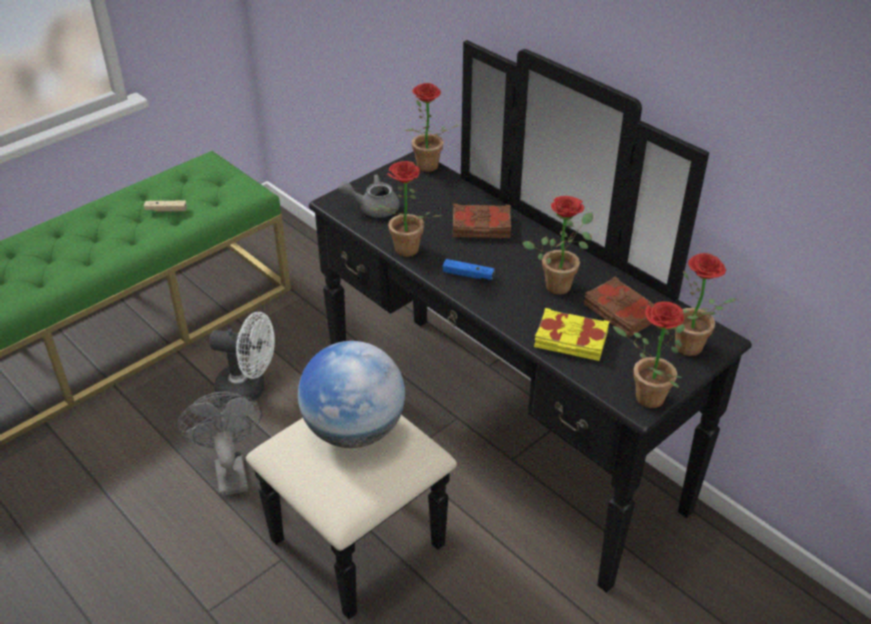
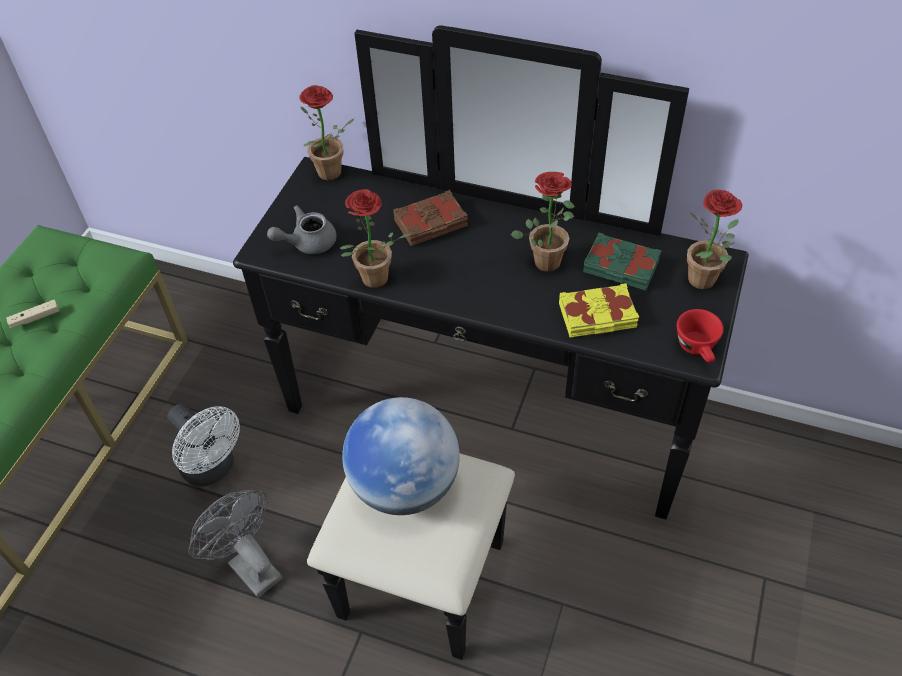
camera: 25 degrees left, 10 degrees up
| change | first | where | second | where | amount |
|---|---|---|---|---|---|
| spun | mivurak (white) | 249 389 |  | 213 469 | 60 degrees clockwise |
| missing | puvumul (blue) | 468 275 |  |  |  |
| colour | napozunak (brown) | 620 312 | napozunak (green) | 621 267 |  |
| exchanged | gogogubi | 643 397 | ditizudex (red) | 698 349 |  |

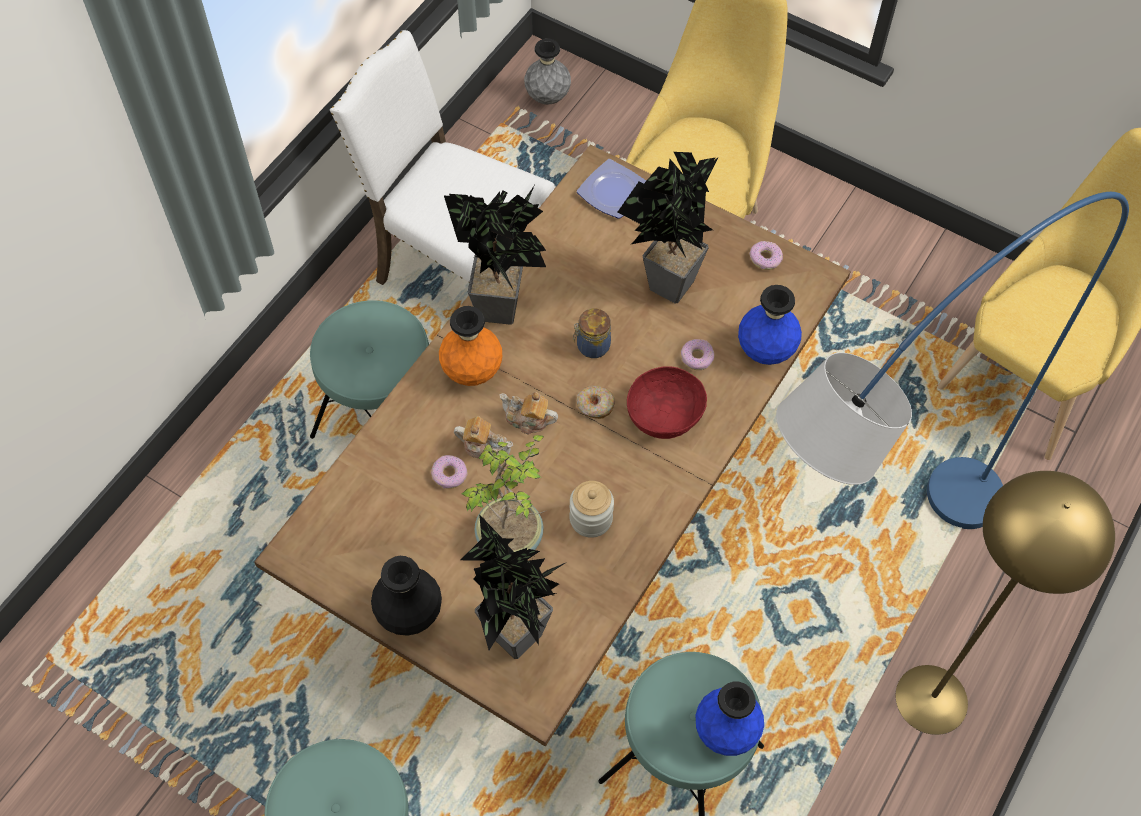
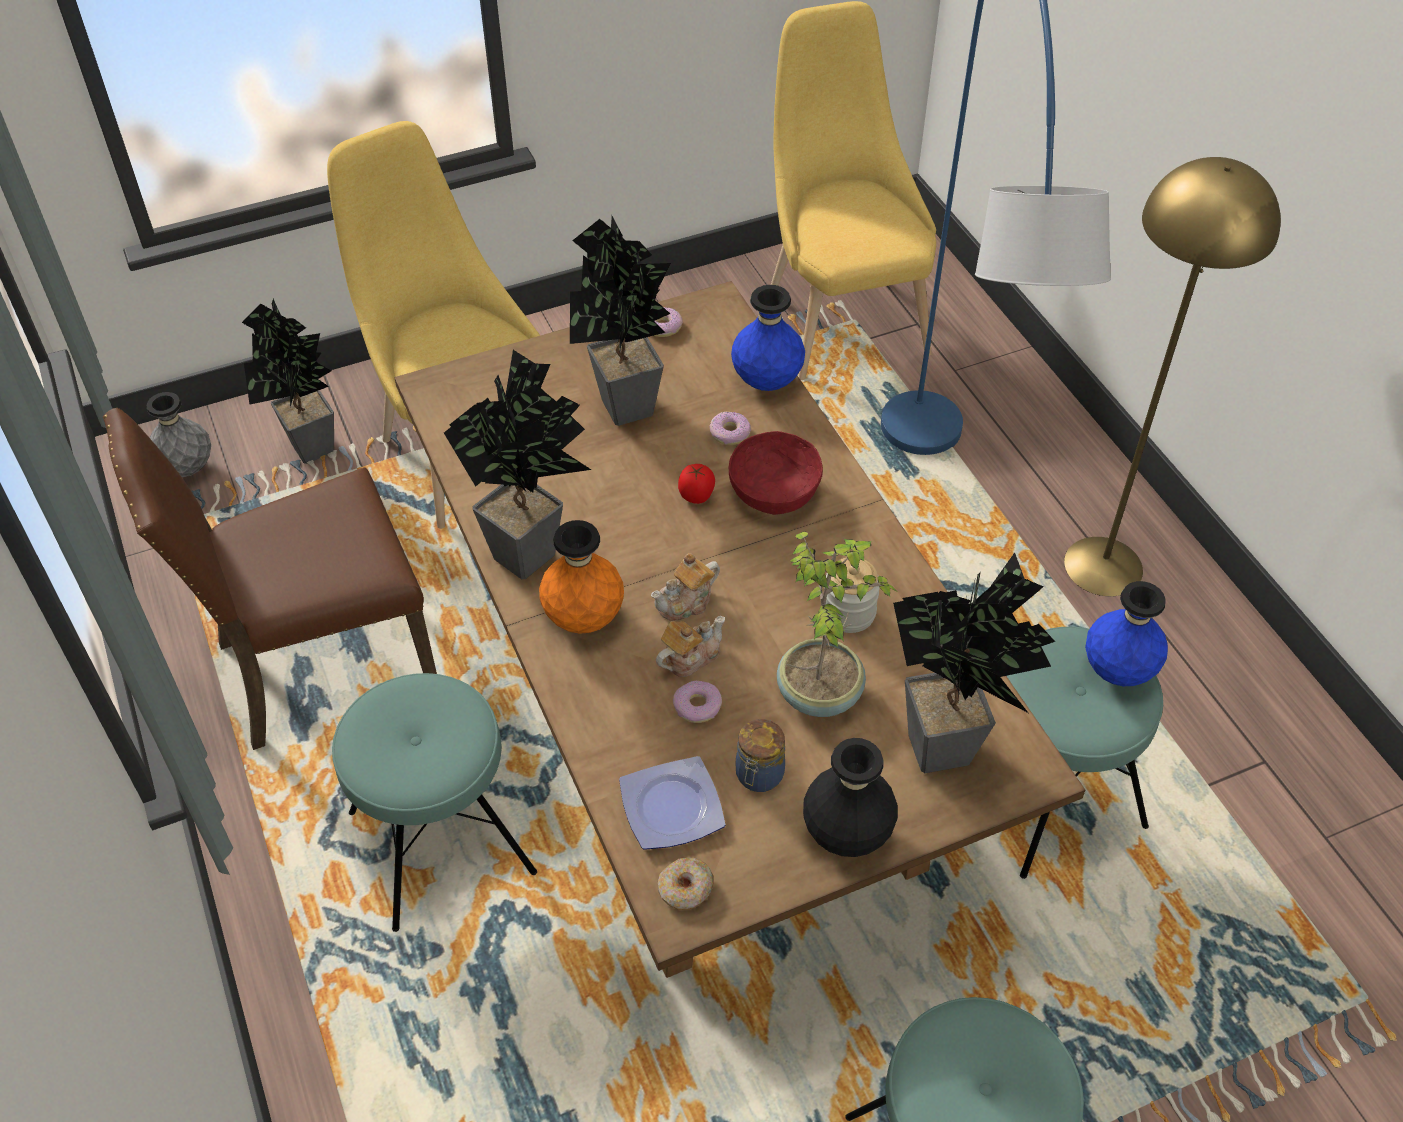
camera: 55 degrees left, 10 degrees down
| change | first | where | second | where | amount |
|---|---|---|---|---|---|
| colour | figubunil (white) | 459 273 | figubunil (brown) | 321 666 |  |
| relocated | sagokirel | 591 346 |  | 758 776 |  |
| relocated | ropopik | 595 406 |  | 685 889 |  |
| relocated | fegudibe | 612 192 |  | 670 809 |  |
| appeared |  |  | gogogubi | 312 453 |  |
| appeared |  |  | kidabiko | 697 496 |  |

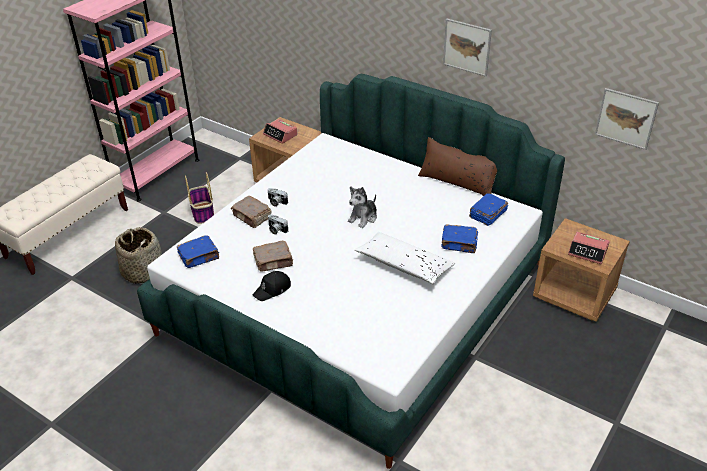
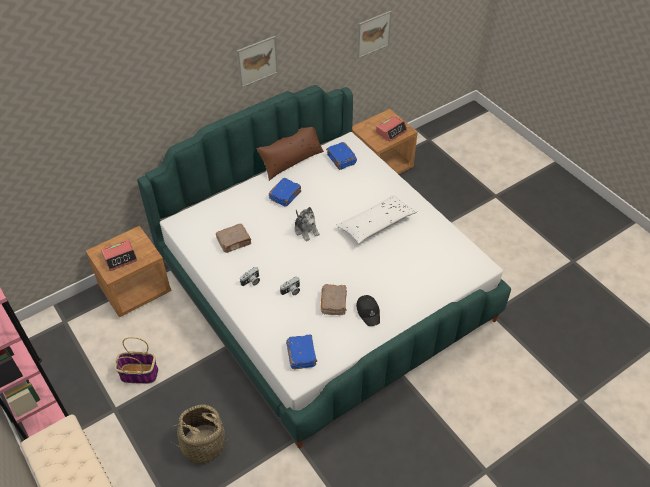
camera: 70 degrees left, 10 degrees up
| change | first | where | second | where | amount |
|---|---|---|---|---|---|
| relocated | napozunak (brown) | 252 217 |  | 234 242 |  |
| relocated | napozunak (blue) | 459 244 |  | 285 196 |  |

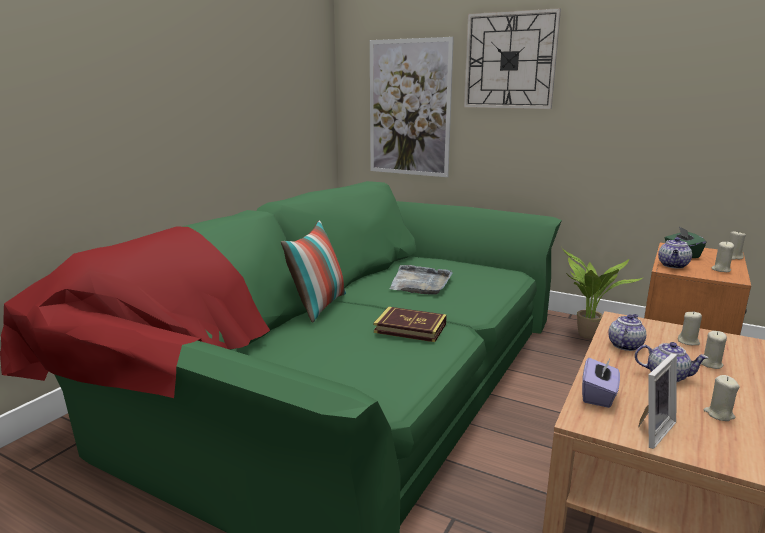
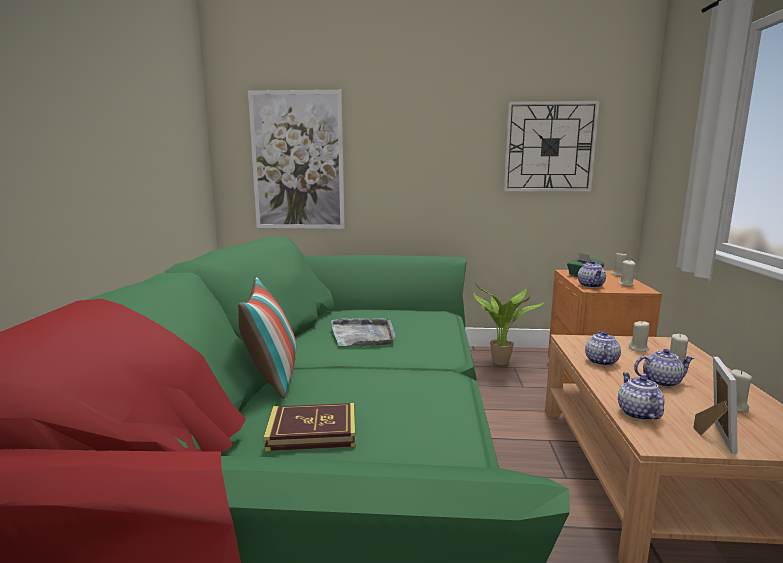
camera: 25 degrees left, 5 degrees down
| change | first | where | second | where | amount |
|---|---|---|---|---|---|
| relocated | napozunak | 410 328 |  | 312 432 |  |
| relocated | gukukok | 510 61 |  | 549 147 |  |
| exchanged | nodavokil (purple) | 598 395 | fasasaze | 637 413 |  |

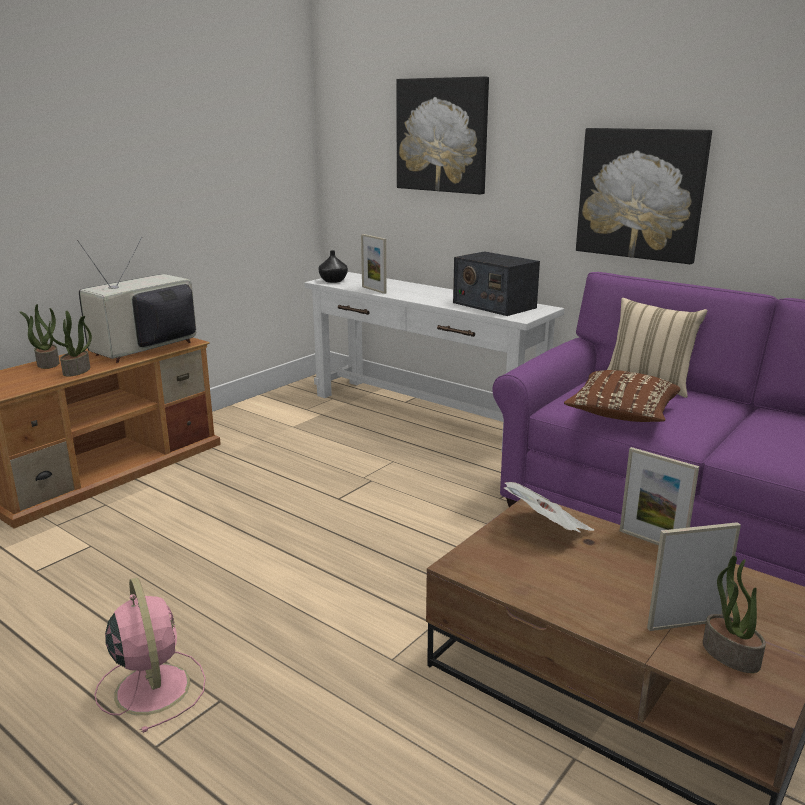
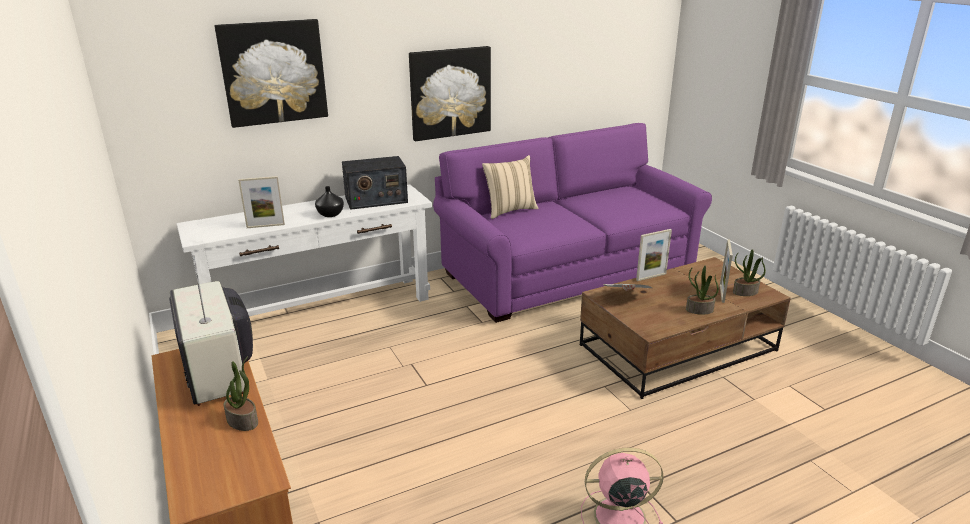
camera: 65 degrees left, 5 degrees up
| change | first | where | second | where | amount |
|---|---|---|---|---|---|
| relocated | gogogubi | 47 363 |  | 699 310 |  |
| relocated | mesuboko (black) | 333 281 |  | 331 214 |  |
| missing | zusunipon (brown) | 621 415 |  |  |  |

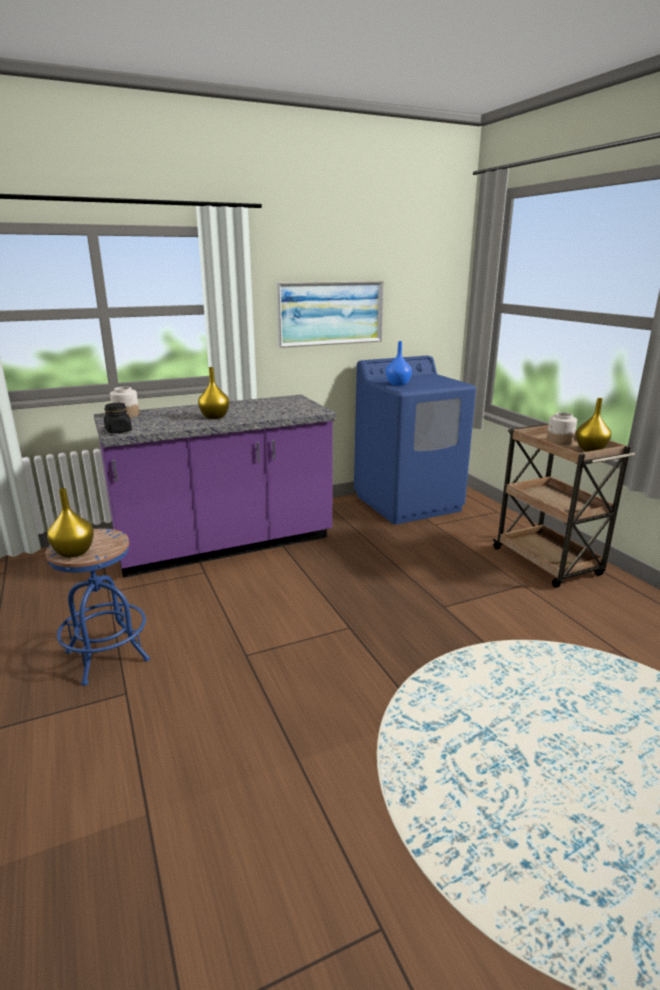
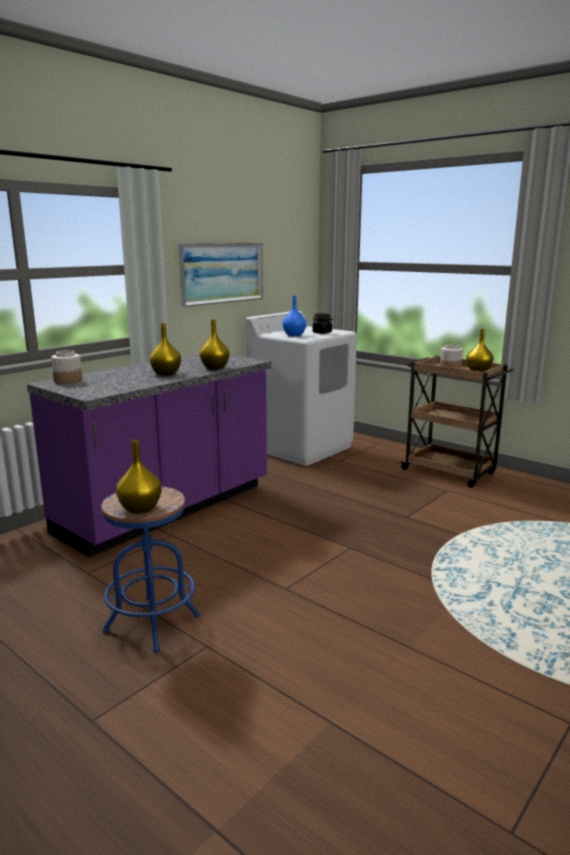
camera: 25 degrees left, 5 degrees down
| change | first | where | second | where | amount |
|---|---|---|---|---|---|
| relocated | sagokirel (black) | 118 431 |  | 322 333 |  |
| colour | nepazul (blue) | 408 503 | nepazul (white) | 300 447 |  |
| appeared |  |  | mesuboko (yellow) | 214 368 |  |

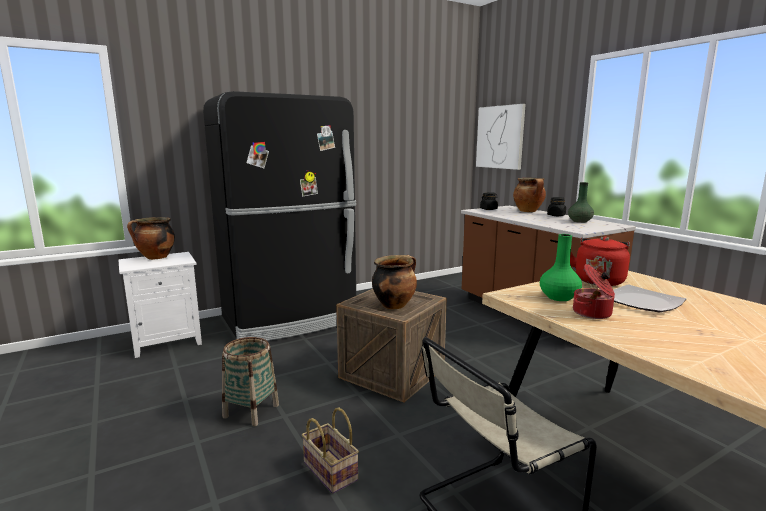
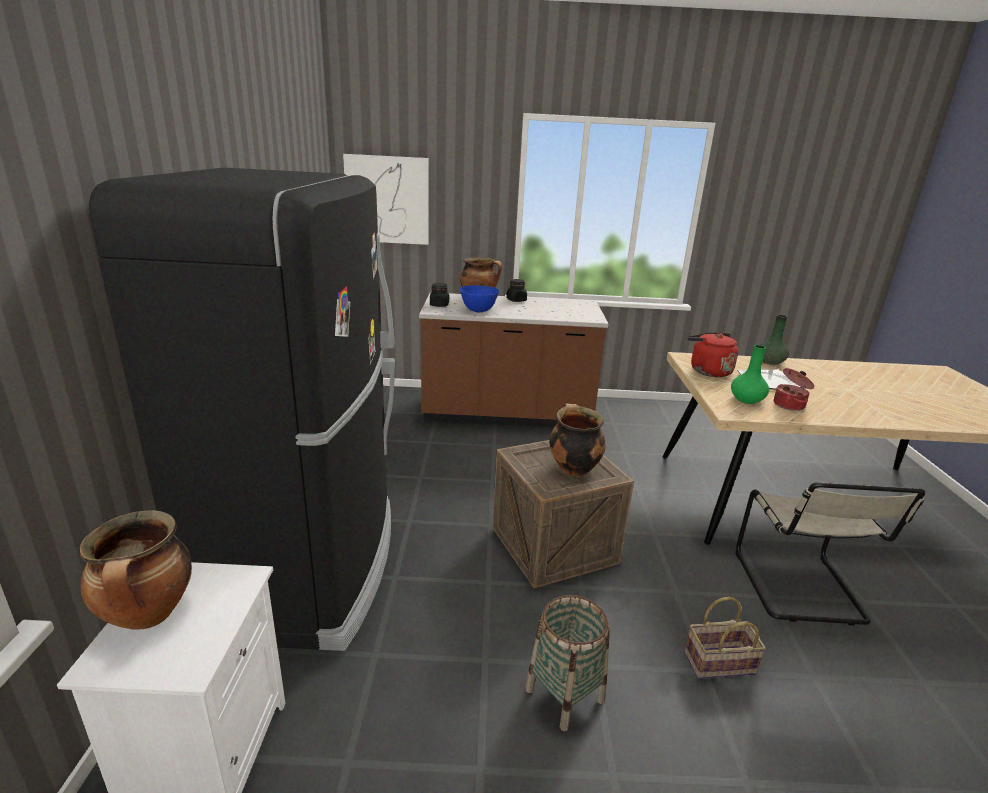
camera: 60 degrees left, 10 degrees up
| change | first | where | second | where | amount |
|---|---|---|---|---|---|
| relocated | mesuboko (green) | 580 221 |  | 770 362 |  |
| appeared |  |  | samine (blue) | 478 311 |  |

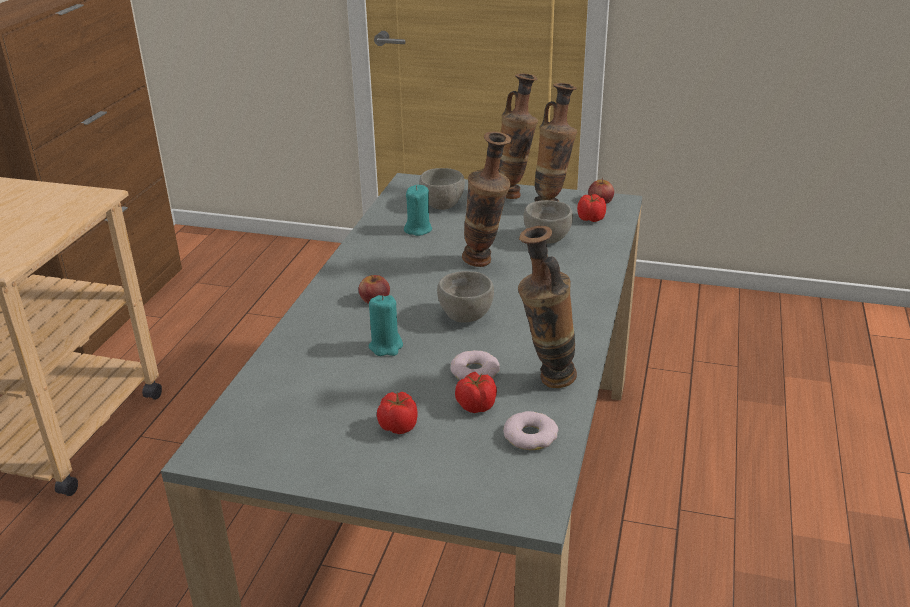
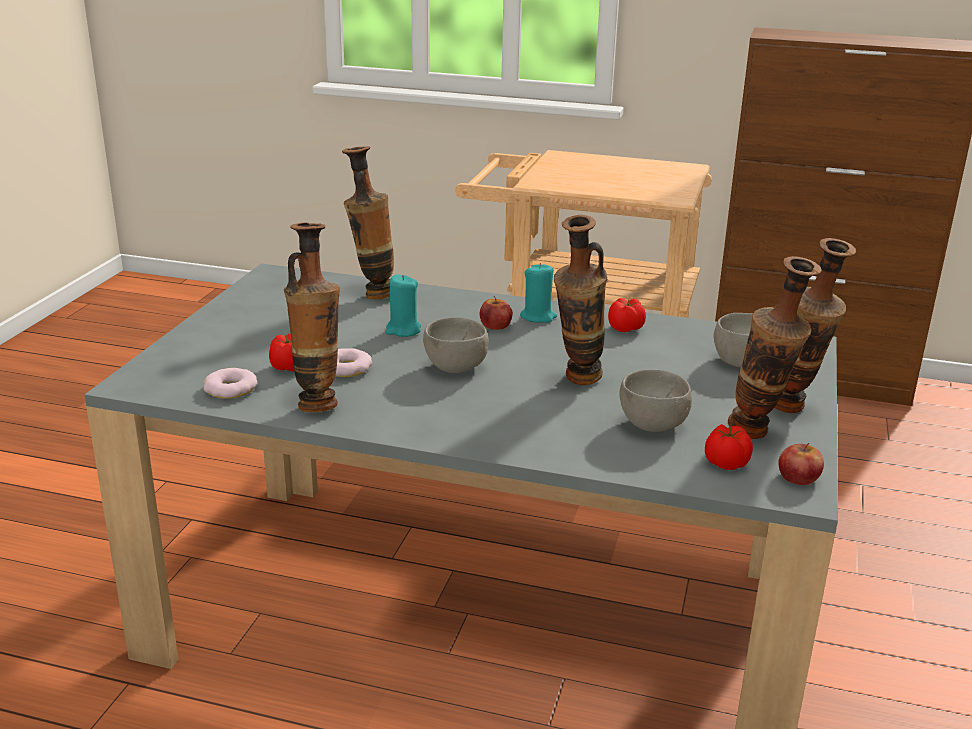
camera: 90 degrees right, 5 degrees down
| change | first | where | second | where | amount |
|---|---|---|---|---|---|
| relocated | kidabiko | 399 425 |  | 626 328 |  |
| relocated | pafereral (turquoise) | 418 229 |  | 538 317 |  |
| appeared |  |  | mesuboko | 372 293 |  |

